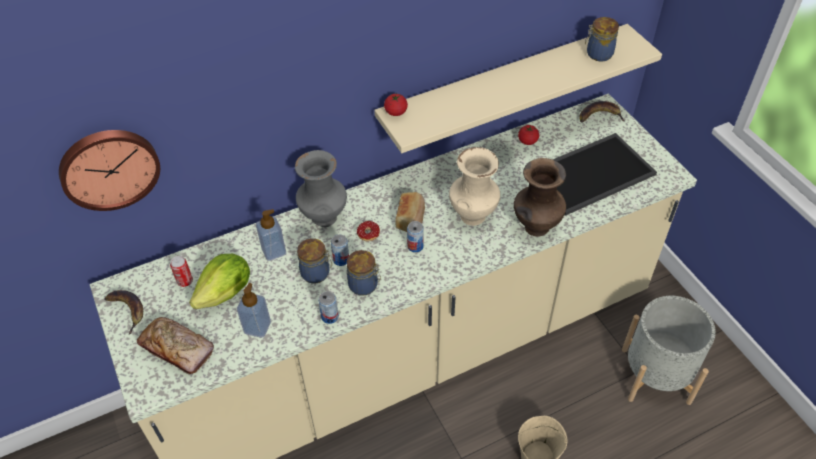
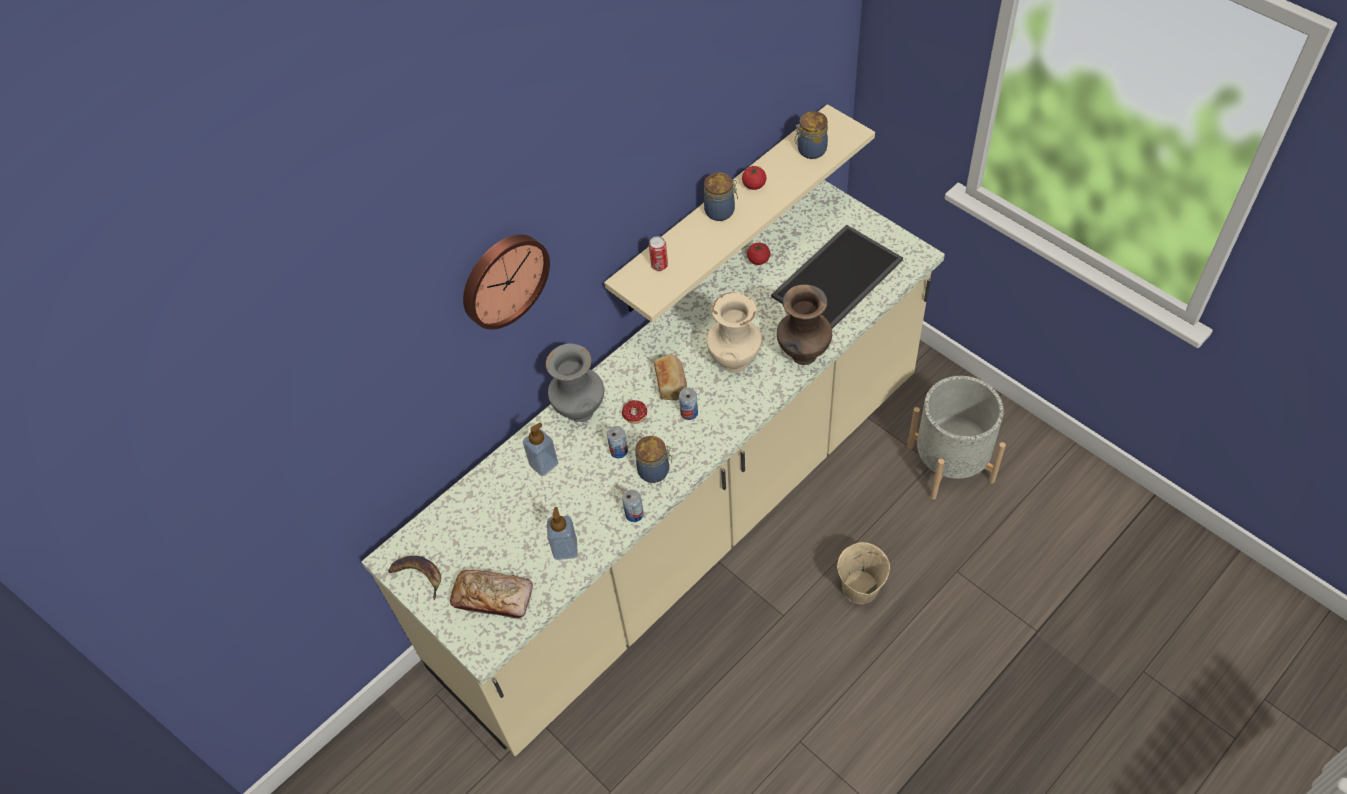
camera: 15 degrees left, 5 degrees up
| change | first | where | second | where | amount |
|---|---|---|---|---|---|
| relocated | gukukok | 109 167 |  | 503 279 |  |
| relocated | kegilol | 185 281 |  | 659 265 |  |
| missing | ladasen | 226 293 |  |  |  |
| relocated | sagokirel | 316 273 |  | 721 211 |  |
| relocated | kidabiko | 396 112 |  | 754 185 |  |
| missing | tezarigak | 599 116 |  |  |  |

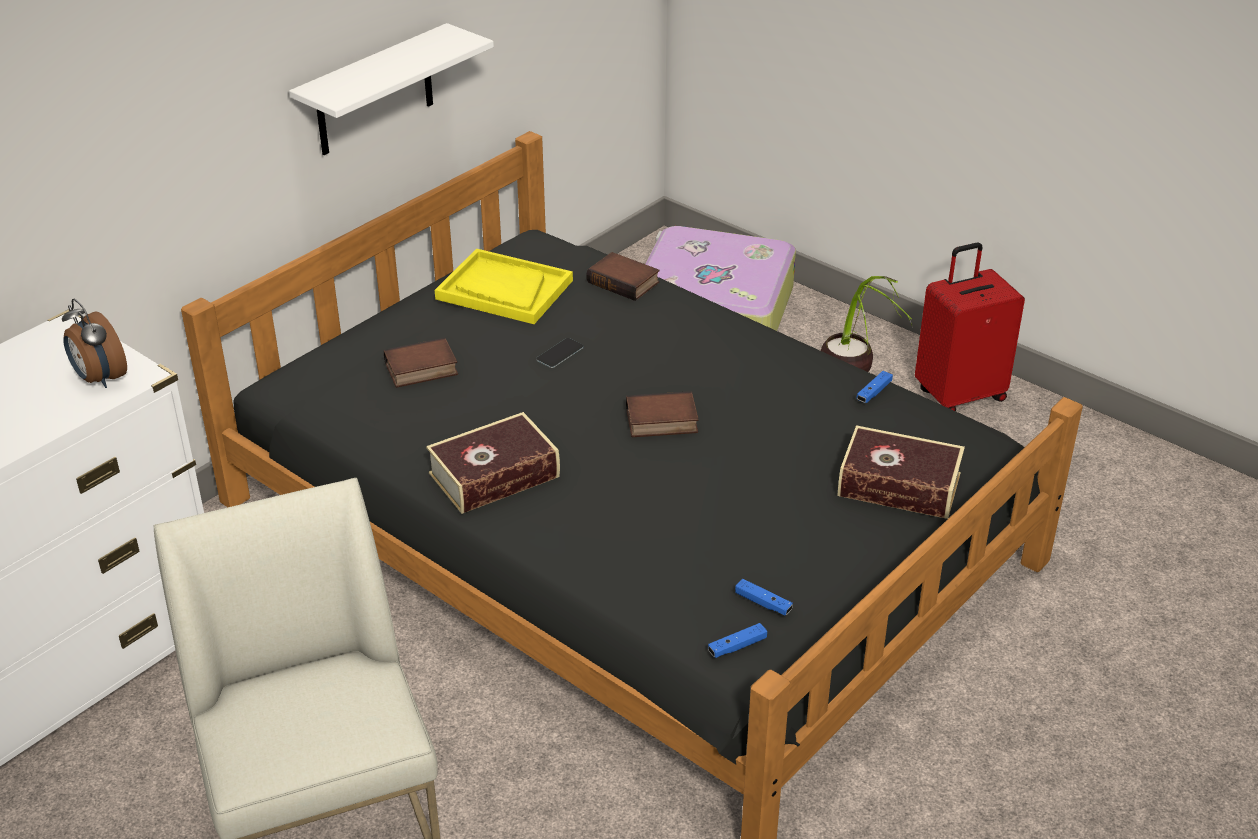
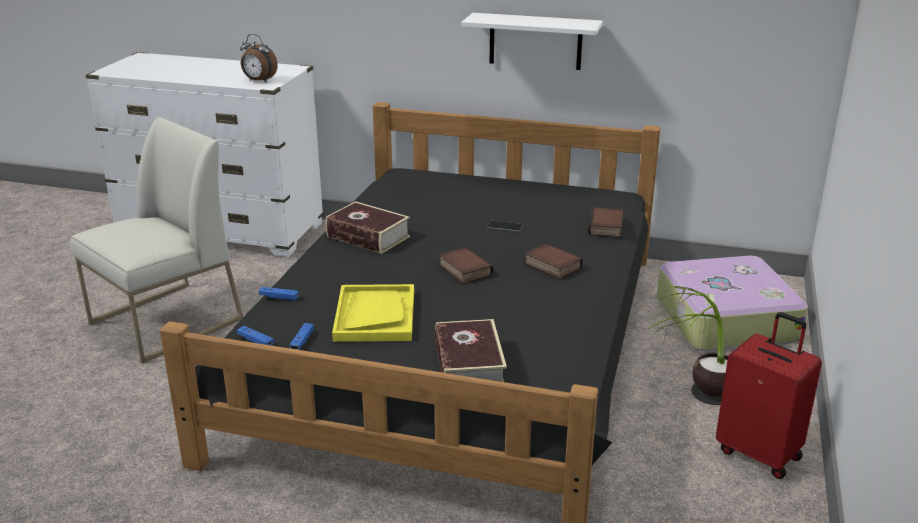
camera: 65 degrees right, 10 degrees down
| change | first | where | second | where | amount |
|---|---|---|---|---|---|
| spun | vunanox | 99 379 |  | 259 81 | 90 degrees counterclockwise |
| relocated | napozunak | 420 370 |  | 551 266 |  |
| relocated | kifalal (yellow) | 504 290 |  | 375 315 |  |
| relocated | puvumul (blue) | 874 392 |  | 279 297 |  |

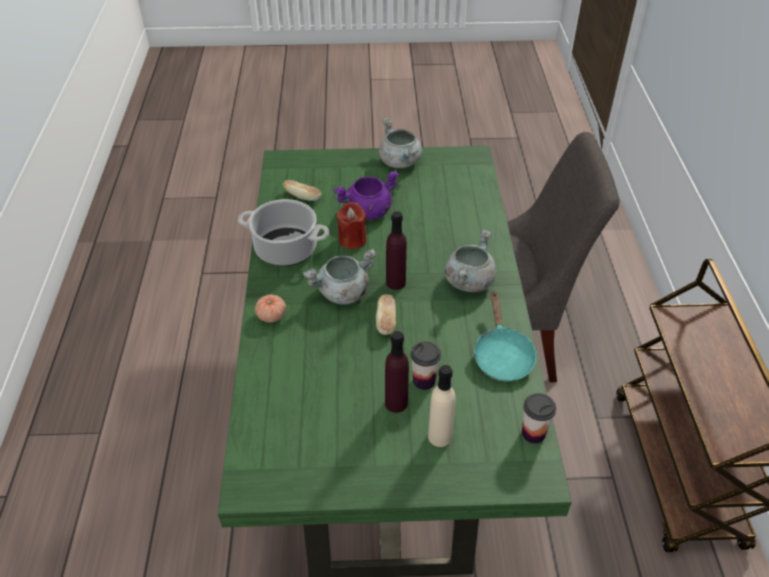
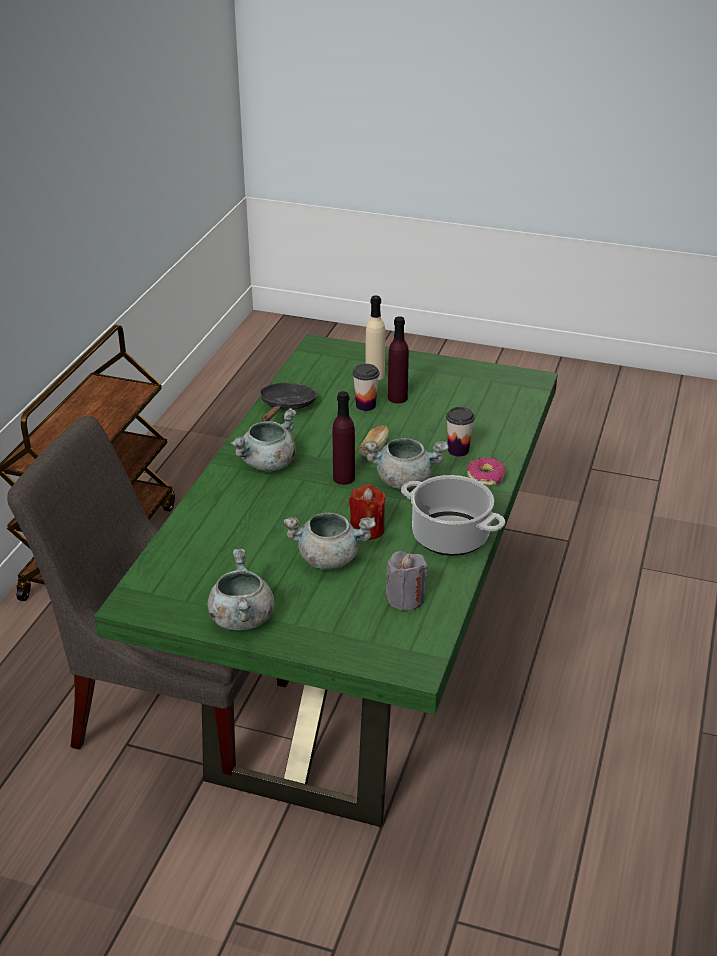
camera: 160 degrees left, 10 degrees down
| change | first | where | second | where | amount |
|---|---|---|---|---|---|
| exchanged | kidabiko | 271 316 | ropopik | 486 477 |  |
| exchanged | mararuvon | 302 196 | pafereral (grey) | 405 598 |  |
| colour | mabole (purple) | 368 212 | mabole (grey) | 329 558 |  |
| colour | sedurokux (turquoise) | 502 355 | sedurokux (black) | 286 407 |  |
| relocated | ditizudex | 533 433 |  | 458 450 |  |

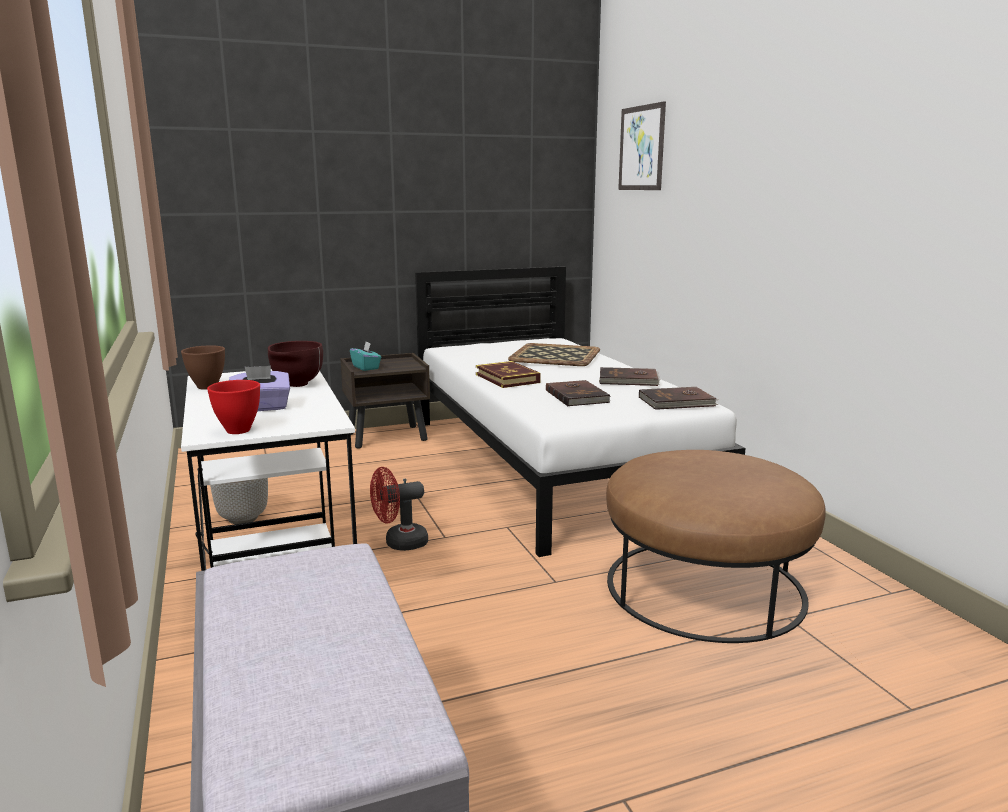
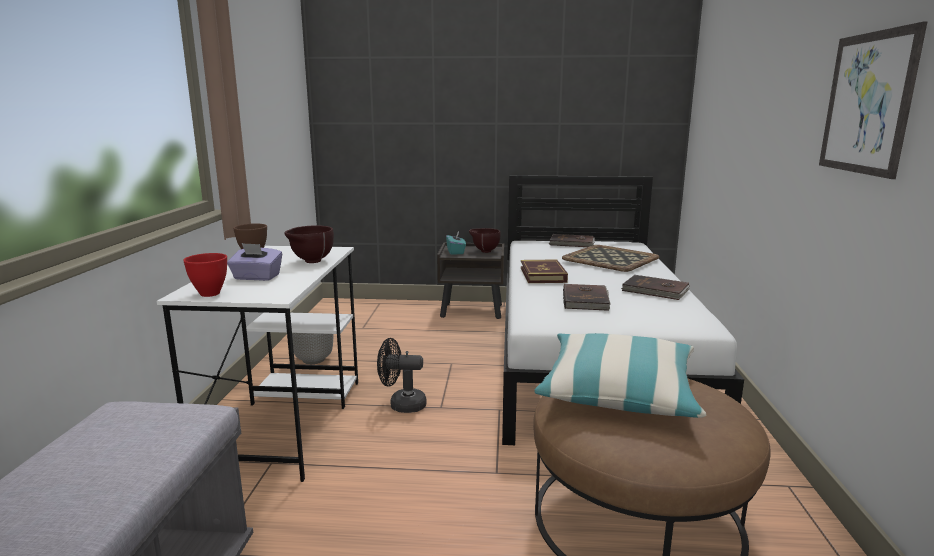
camera: 25 degrees right, 0 degrees up
| change | first | where | second | where | amount |
|---|---|---|---|---|---|
| colour | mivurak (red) | 399 543 | mivurak (black) | 401 405 |  |
| relocated | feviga | 641 148 |  | 867 103 |  |
| relocated | napozunak (brown) | 677 402 |  | 572 243 |  |
| appeared |  |  | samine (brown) | 484 251 |  |
| appeared |  |  | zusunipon | 618 391 |  |

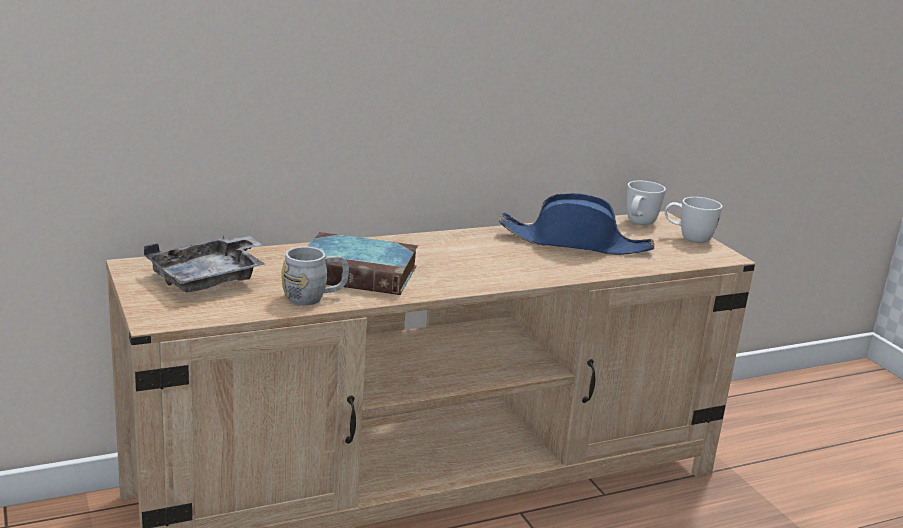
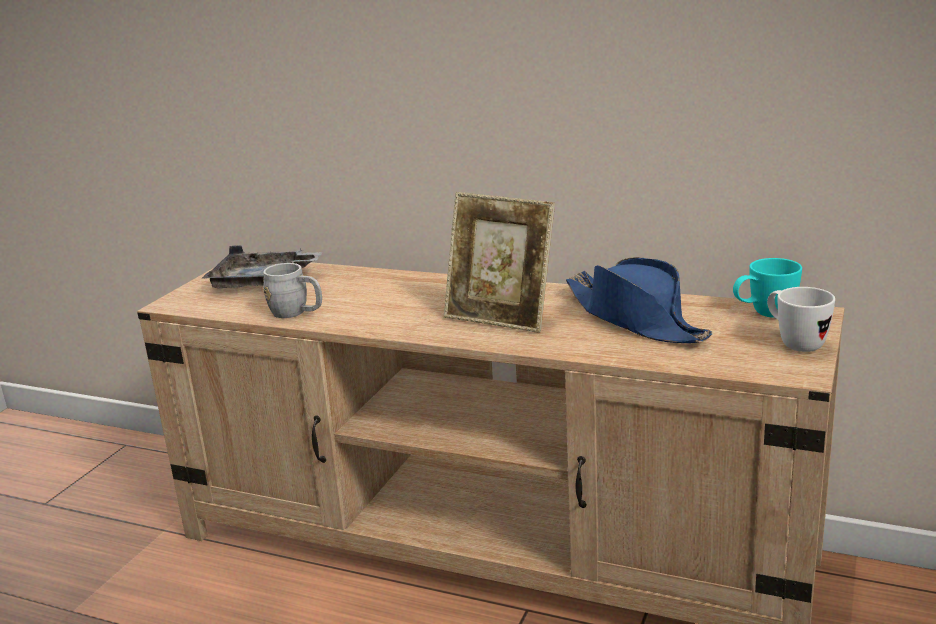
camera: 50 degrees right, 0 degrees up
| change | first | where | second | where | amount |
|---|---|---|---|---|---|
| missing | napozunak | 360 273 |  |  |  |
| colour | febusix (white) | 638 224 | febusix (turquoise) | 764 315 |  |
| appeared |  |  | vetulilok | 500 318 |  |

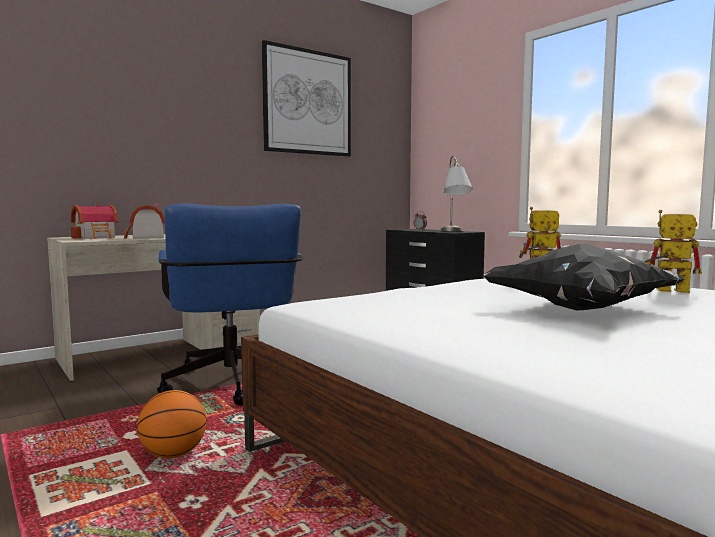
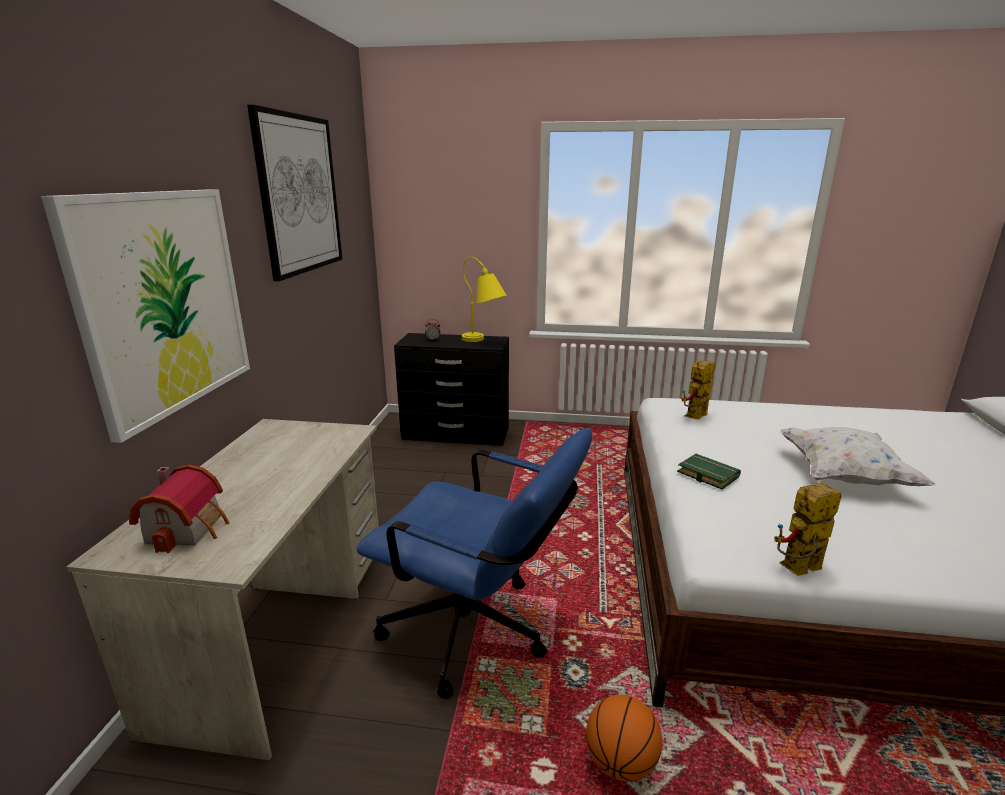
camera: 45 degrees left, 15 degrees up
| change | first | where | second | where | amount |
|---|---|---|---|---|---|
| missing | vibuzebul | 146 237 |  |  |  |
| colour | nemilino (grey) | 454 231 | nemilino (yellow) | 483 341 |  |
| colour | zusunipon (black) | 580 309 | zusunipon (white) | 842 476 |  |
| relocated | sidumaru | 664 291 |  | 797 570 |  |
| appeared |  |  | feviga | 165 302 |  |
| appeared |  |  | napozunak (green) | 706 475 |  |

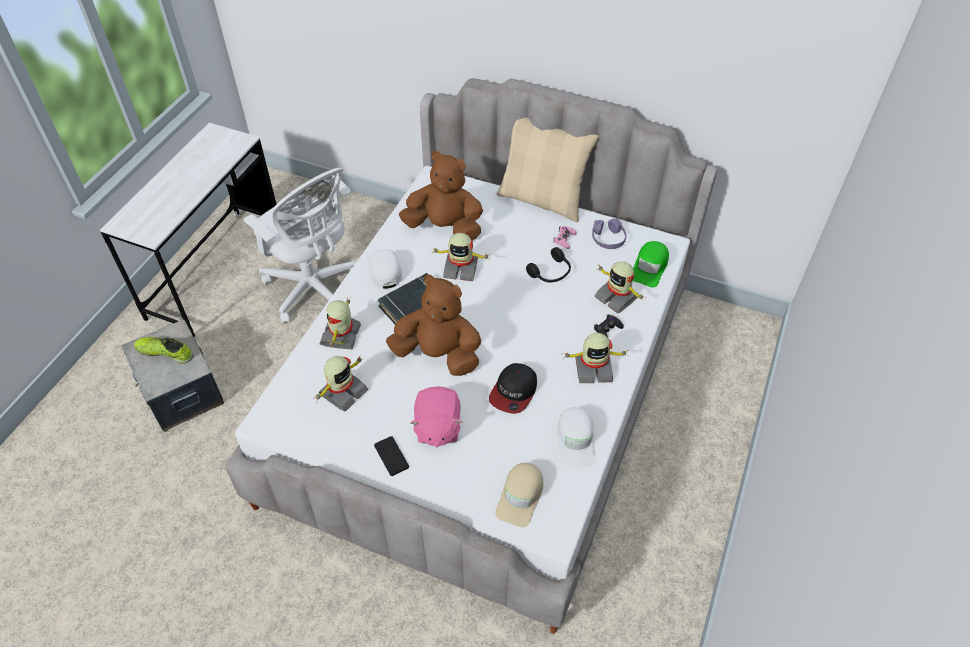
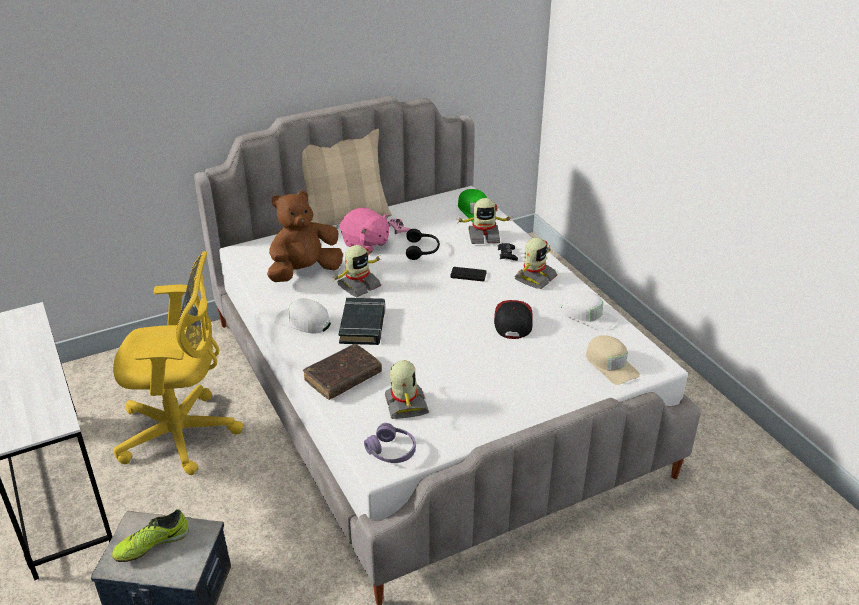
camera: 50 degrees left, 15 degrees down
| change | first | where | second | where | amount |
|---|---|---|---|---|---|
| colour | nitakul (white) | 314 290 | nitakul (yellow) | 183 434 |  |
| exchanged | sidumaru | 342 335 | napozunak (brown) | 343 377 |  |
| relocated | puvumul (black) | 391 456 |  | 468 275 |  |
| missing | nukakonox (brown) | 438 355 |  |  |  |
| relocated | nukakonox (pink) | 437 427 |  | 365 244 |  |
| spun | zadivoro | 514 392 |  | 513 321 | 150 degrees counterclockwise |
| relocated | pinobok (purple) | 608 239 |  | 391 451 |  |

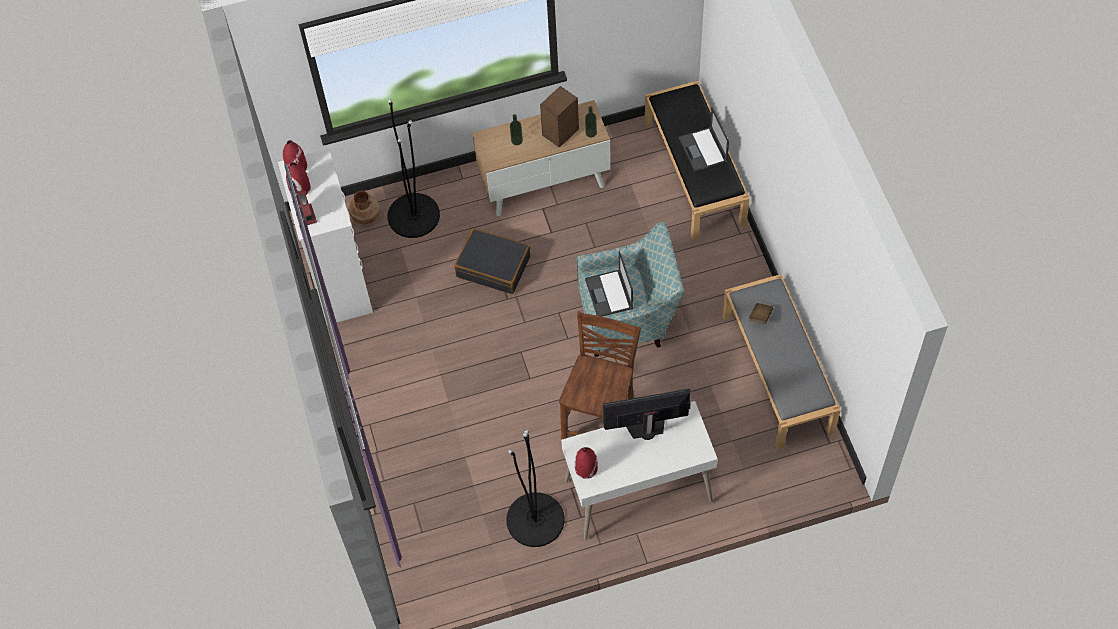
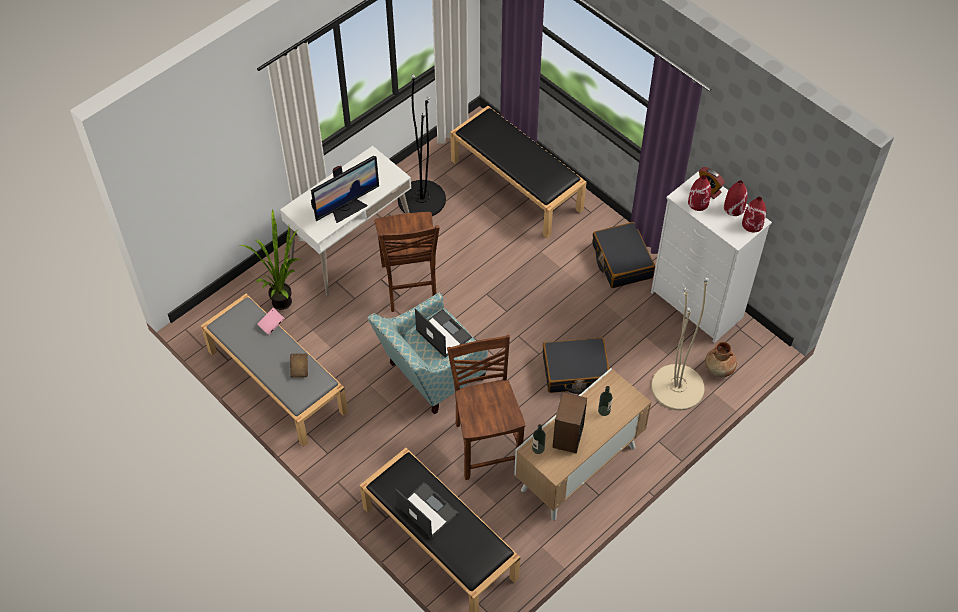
camera: 150 degrees right, 5 degrees down
| change | first | where | second | where | amount |
|---|---|---|---|---|---|
| colour | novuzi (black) | 413 215 | novuzi (beige) | 677 387 |  |
| relocated | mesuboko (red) | 586 468 |  | 698 203 |  |
| appeared |  |  | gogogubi | 284 299 |  |
| appeared |  |  | napozunak (pink) | 271 324 |  |
| appeared |  |  | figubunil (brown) | 486 444 |  |
| appeared |  |  | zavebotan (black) | 517 185 |  |
| appeared |  |  | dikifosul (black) | 621 261 |  |

